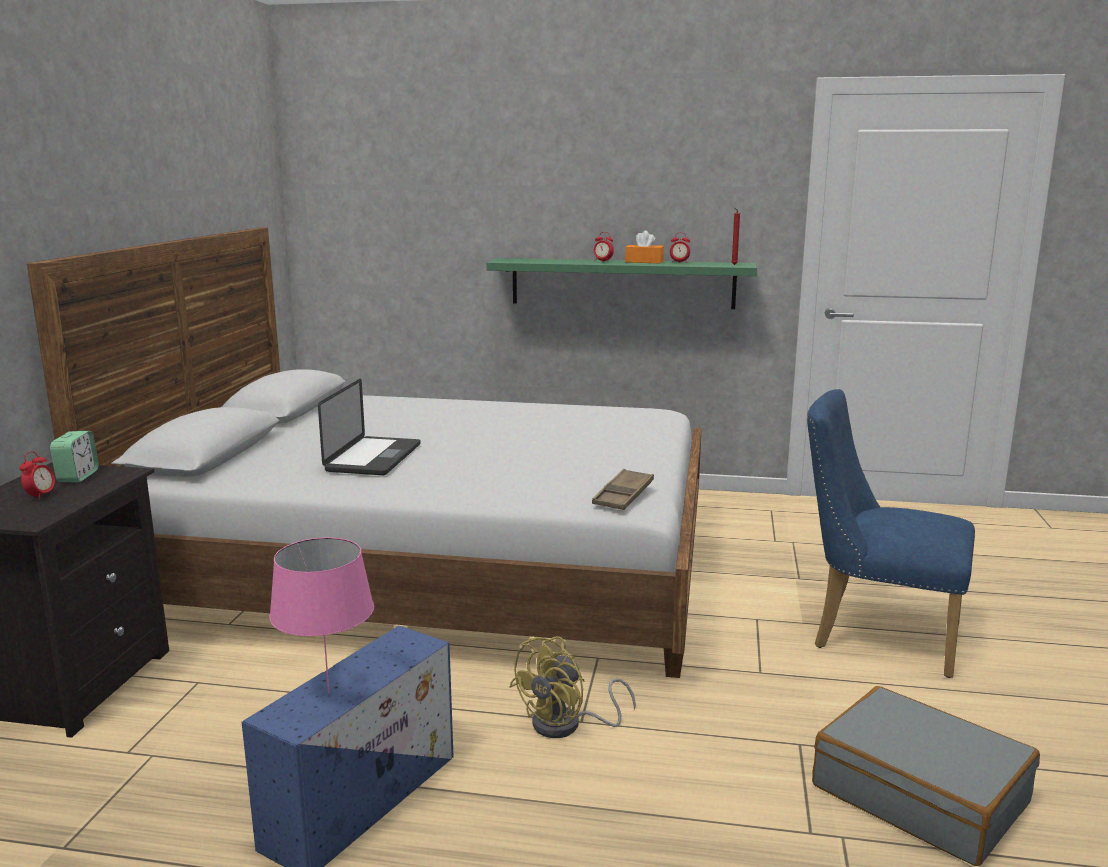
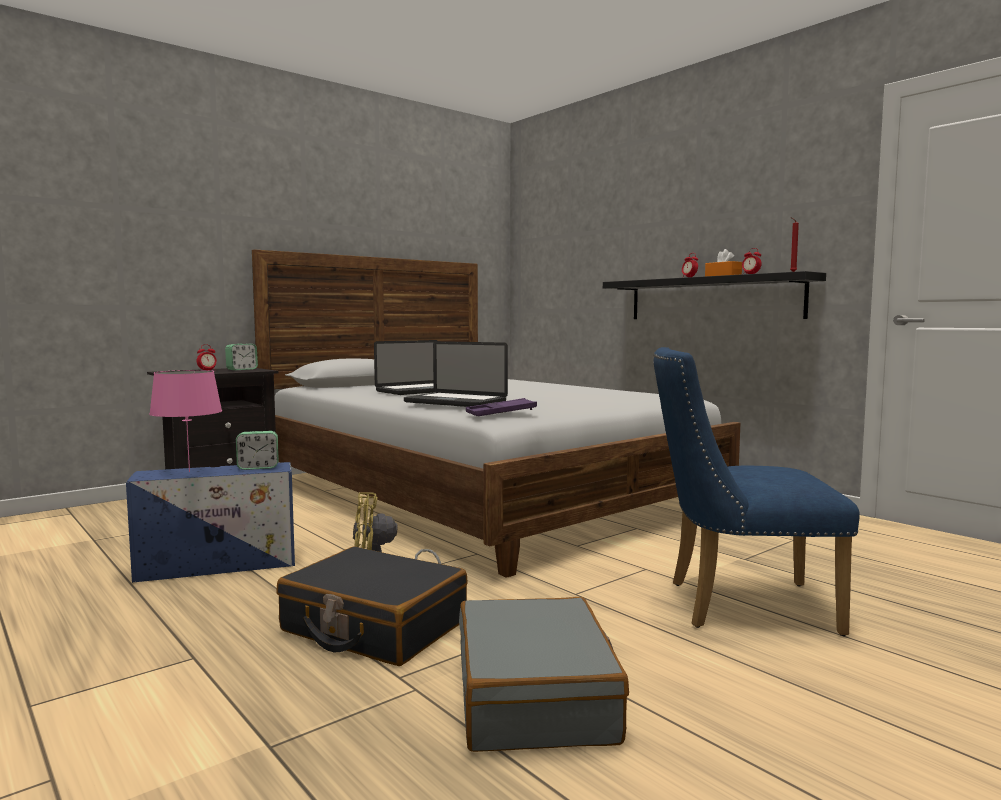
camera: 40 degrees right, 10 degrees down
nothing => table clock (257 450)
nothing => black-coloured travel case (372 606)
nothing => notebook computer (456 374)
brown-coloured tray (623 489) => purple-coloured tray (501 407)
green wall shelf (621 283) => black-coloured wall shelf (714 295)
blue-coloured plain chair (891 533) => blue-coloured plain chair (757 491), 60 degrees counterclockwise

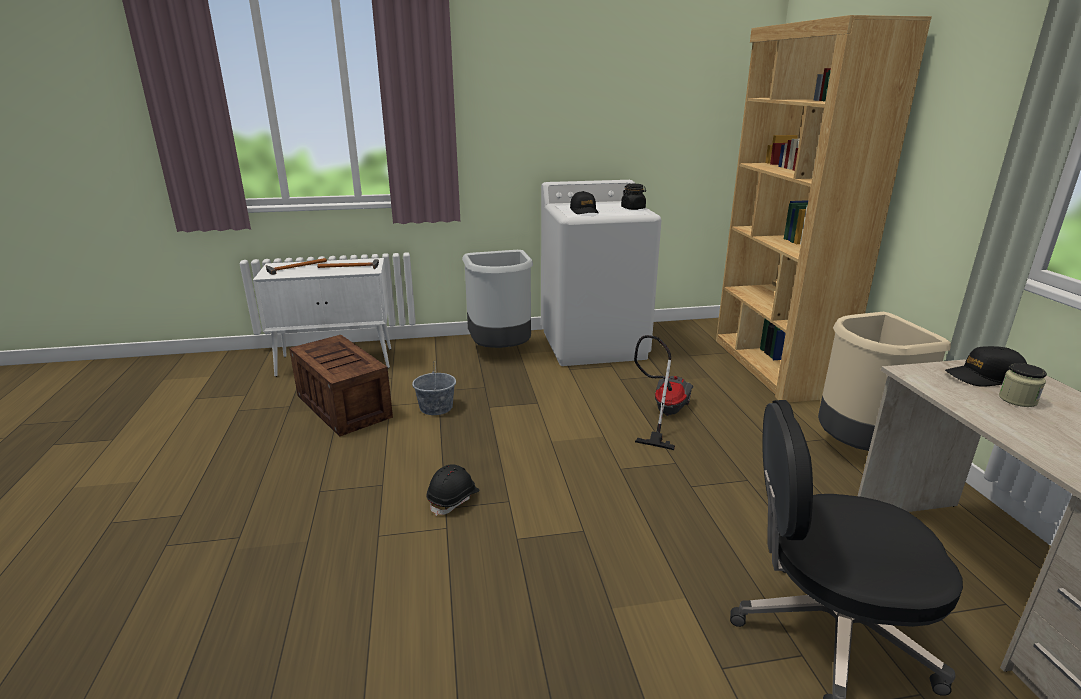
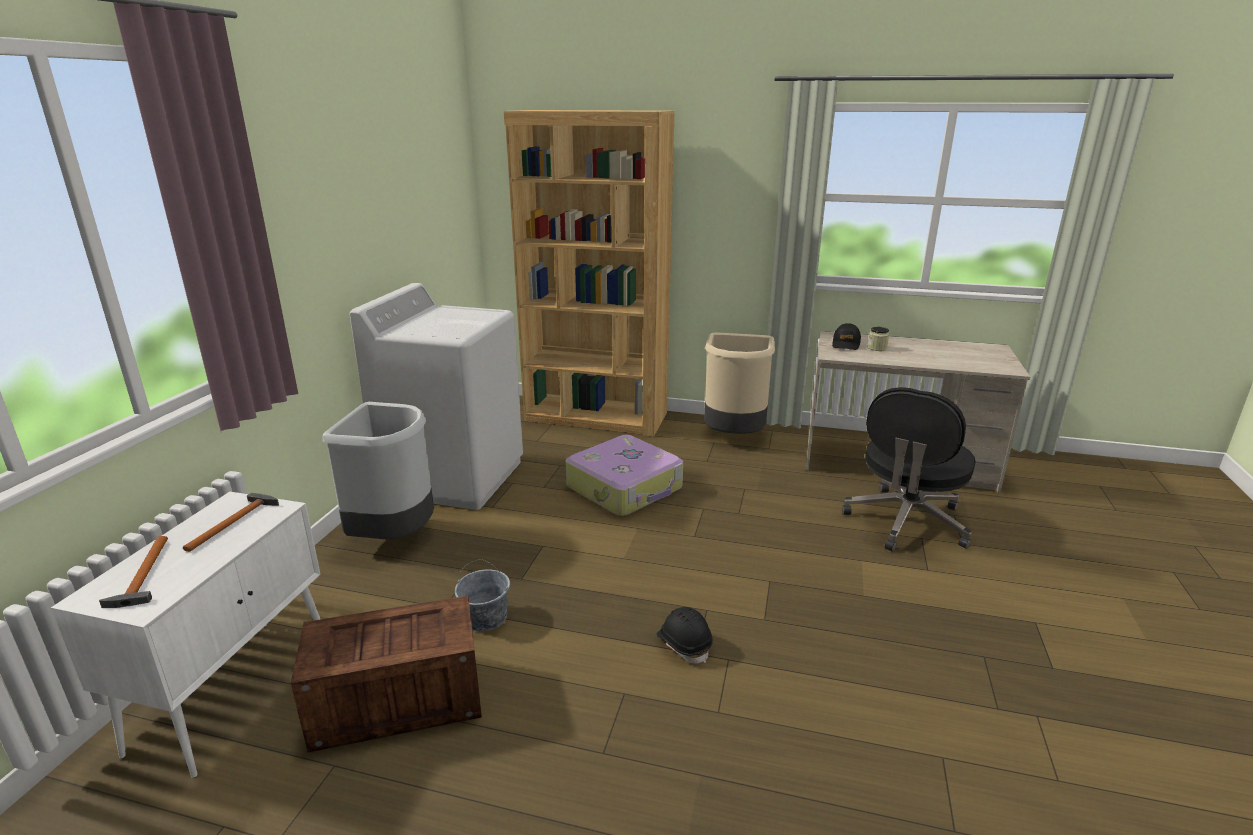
camera: 65 degrees left, 0 degrees up
vacuum cleaner (663 392) => travel case (624 475)
black-coloured cap (584 202) => nothing
black-coloured storage jar (633 197) => nothing

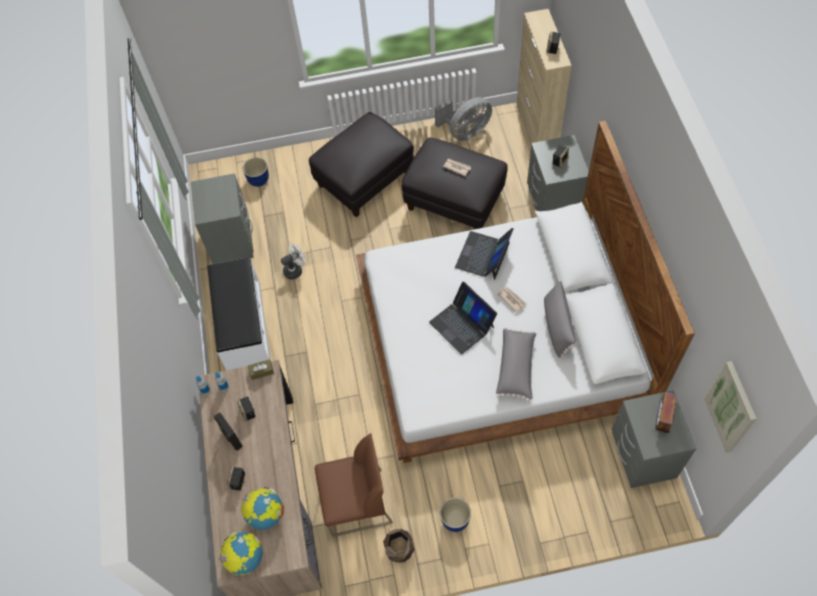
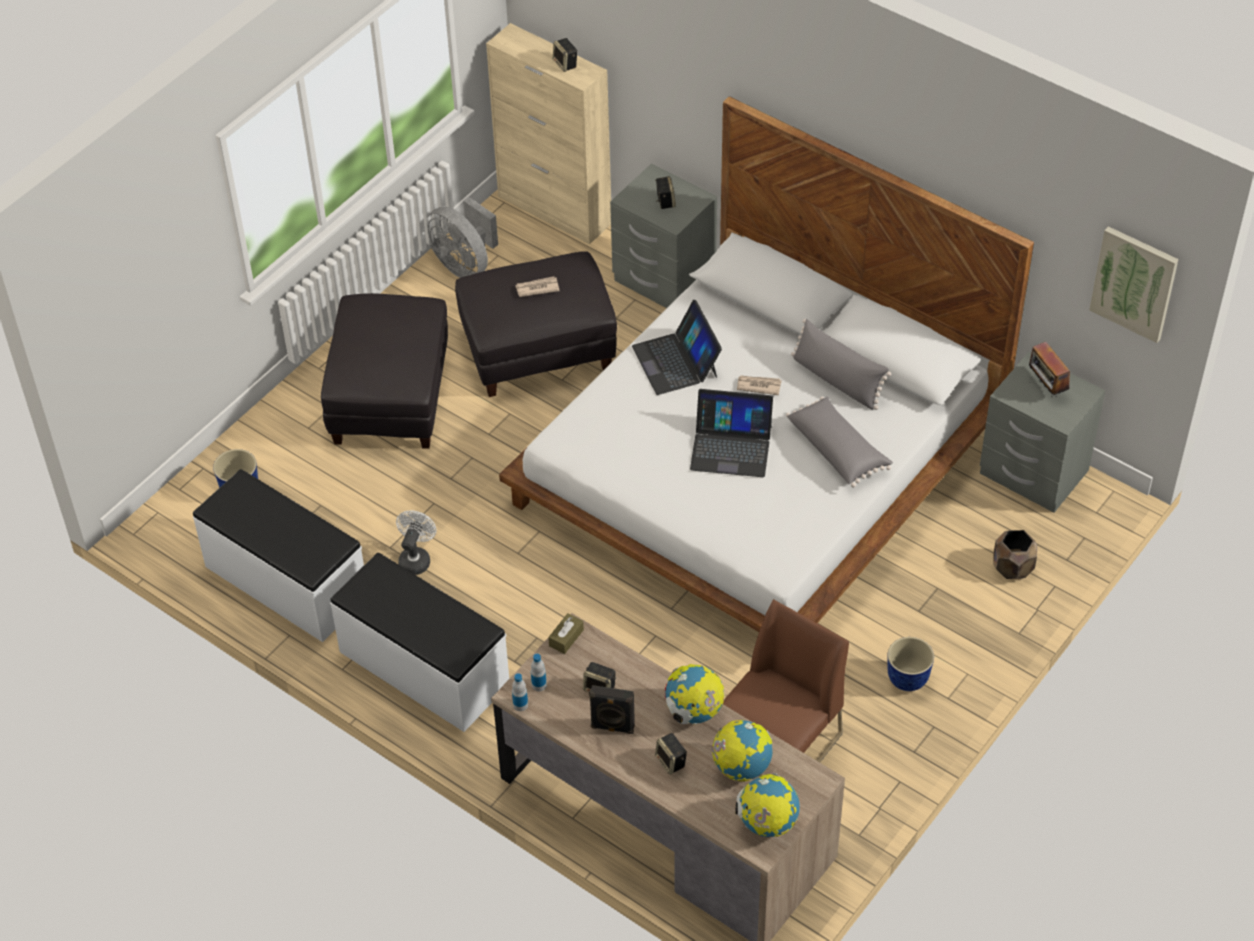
camera: 45 degrees left, 10 degrees down
gray night table (222 218) => white long seat (278 555)
gray cooling fan (463 119) => gray cooling fan (462 237), 120 degrees clockwise
nothing => world globe (694 694)
brown-coloured planter (399 546) => brown-coloured planter (1015 554), move

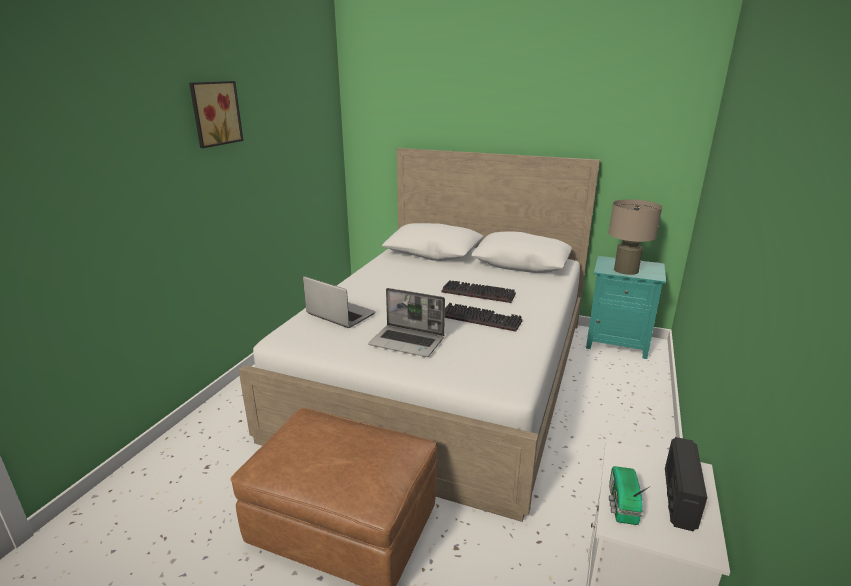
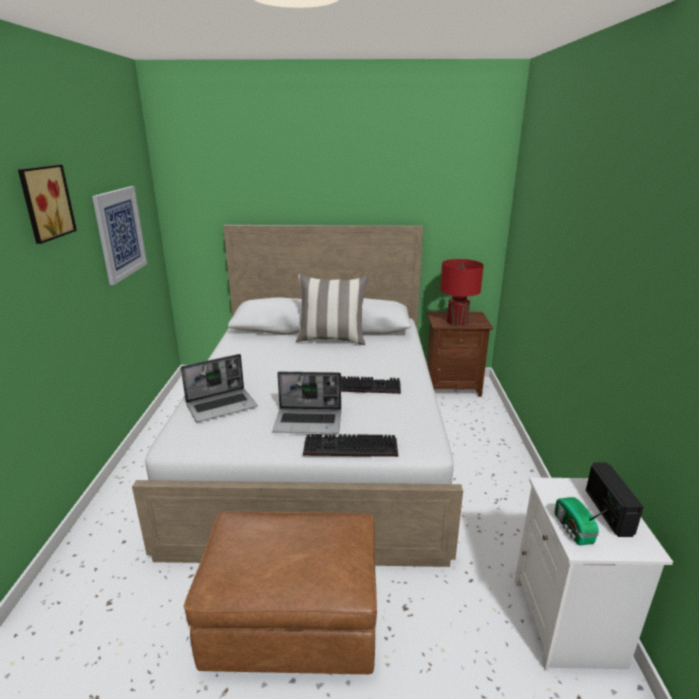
camera: 20 degrees left, 0 degrees up
nothing => wall art (119 235)
notebook computer (339 302) => notebook computer (219 388), 135 degrees clockwise
nothing => throw pillow (332 309)
computer keyboard (479 291) => computer keyboard (350 445), move
blue-green night table (626 307) => brown-coloured night table (460 354)
beige table lamp (635 237) => reddish table lamp (462 292)

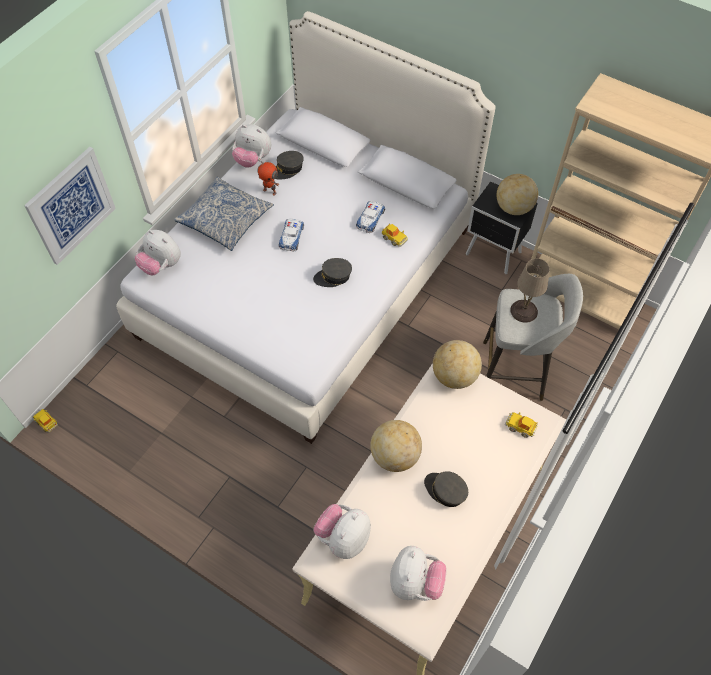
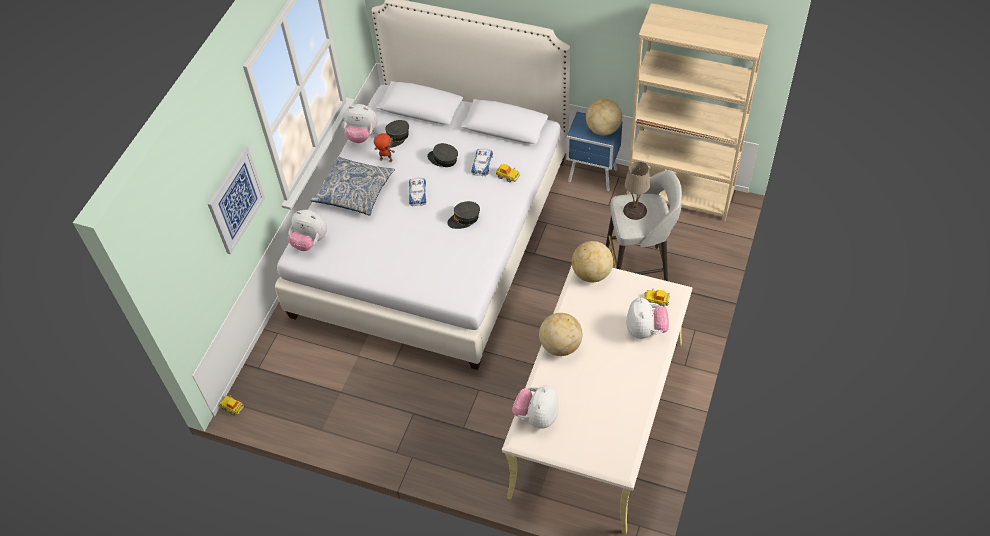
camera: 10 degrees left, 5 degrees down
gray cap (446 489) => gray cap (442 155), move
black-coloured night table (502 227) => blue-coloured night table (594 151)
plush toy (418 573) => plush toy (647 318), move

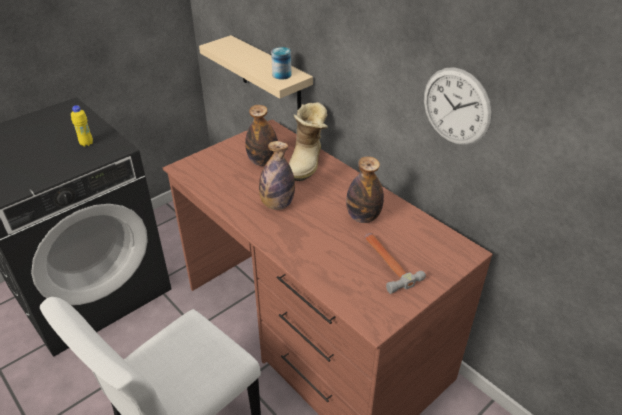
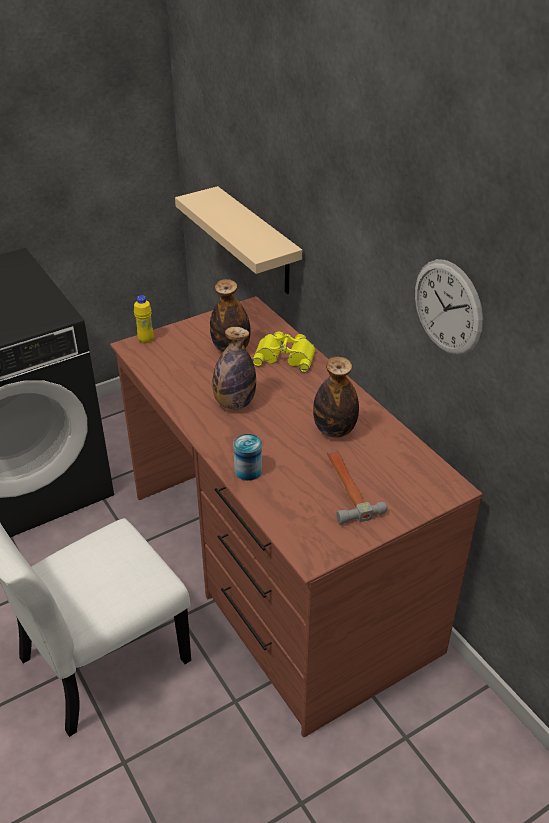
camera: 10 degrees right, 0 degrees up
yellow-coloured bottle (82 126) => yellow-coloured bottle (144 319), move
can (281 63) => can (247 457), move
high-top boot (308 141) => yellow-coloured field glasses (284 351)

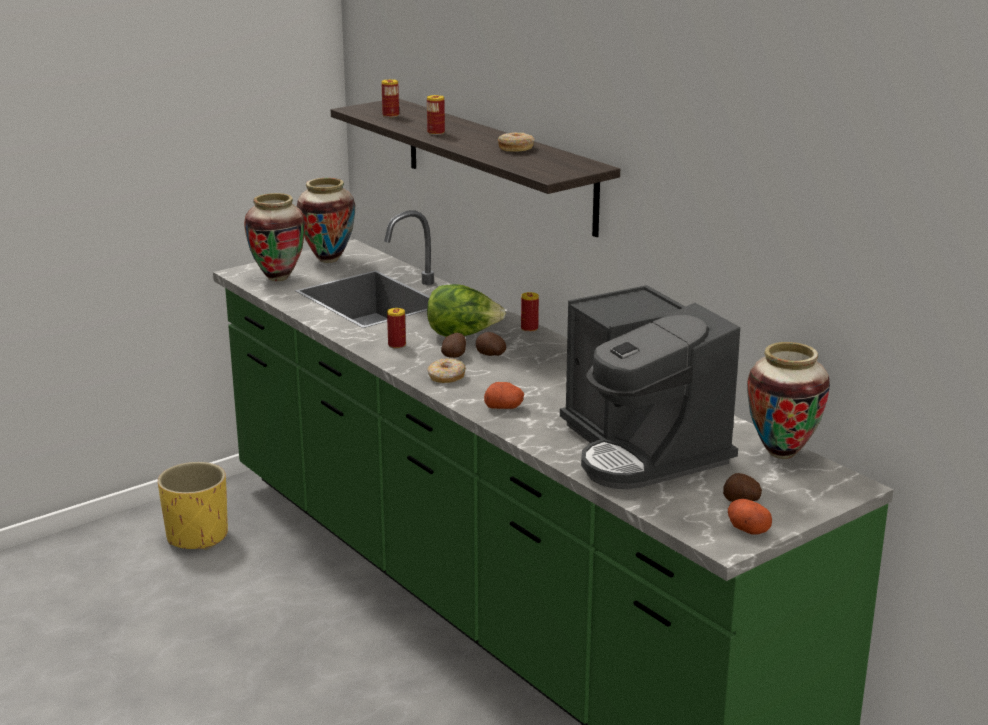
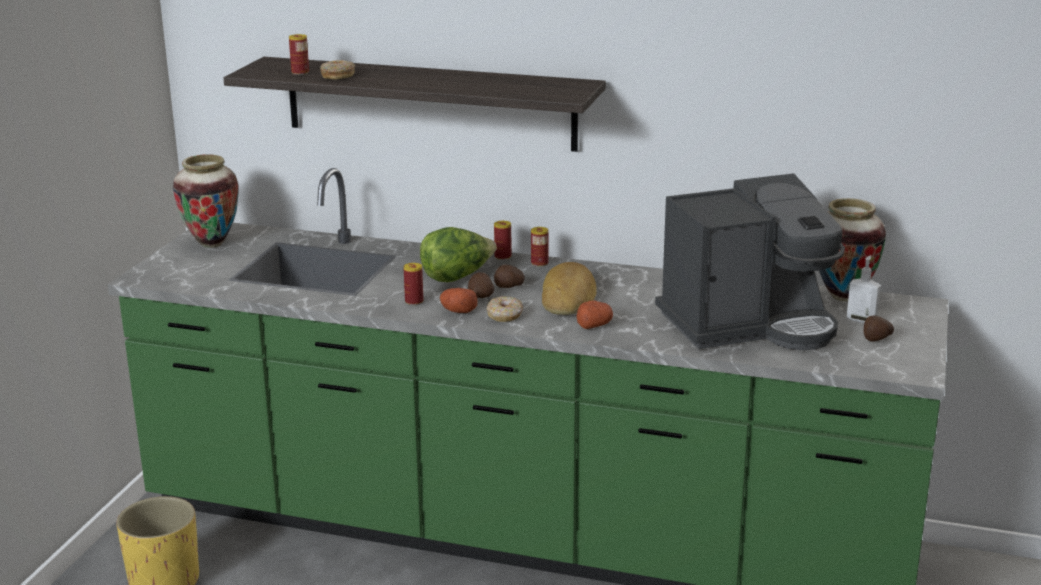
camera: 35 degrees left, 0 degrees up
doughnut (516 142) => doughnut (337 69), move
potato (750 516) => potato (458 300), move
can (436 115) => can (539 247), move
nothing => bakery bread (569 288)
coffee brewer (650 387) => coffee brewer (750 261), 45 degrees counterclockwise
nothing => soap bottle (864 289)
vase (274 237) => nothing

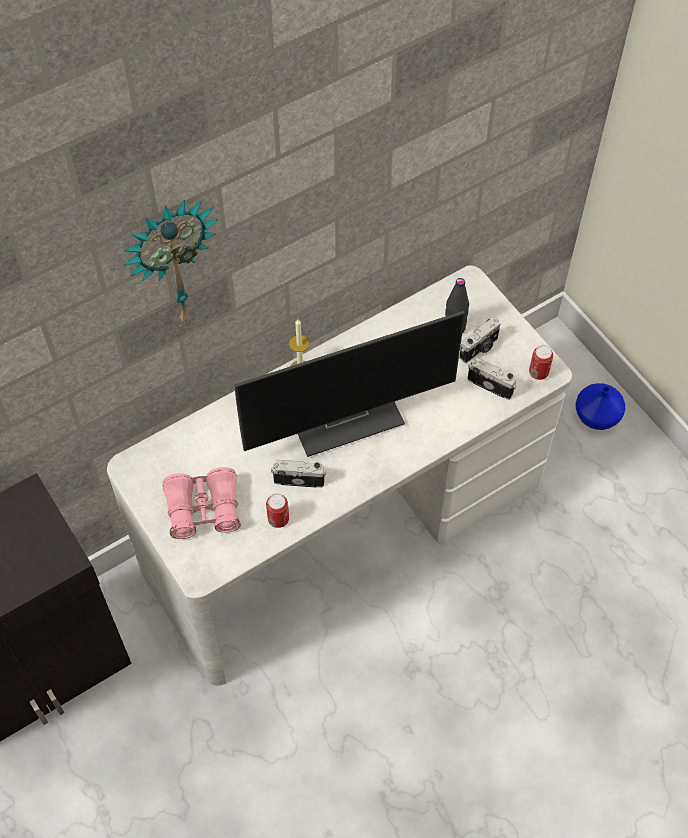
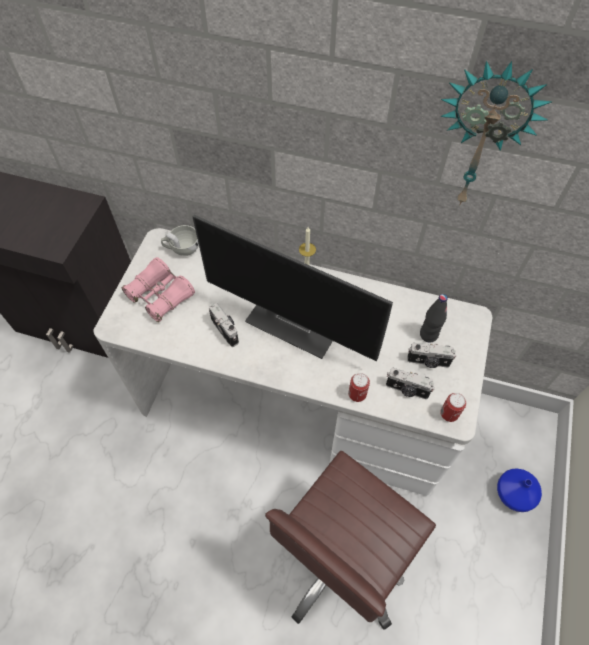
camera: 50 degrees right, 0 degrees up
nothing => white small cup (180 240)
nothing => brown-coloured desk chair (350 540)
can (277 511) => can (359 387), move
still camera (492 379) => still camera (410 383), 120 degrees clockwise
hanging clock (171 262) => hanging clock (496 133), move

